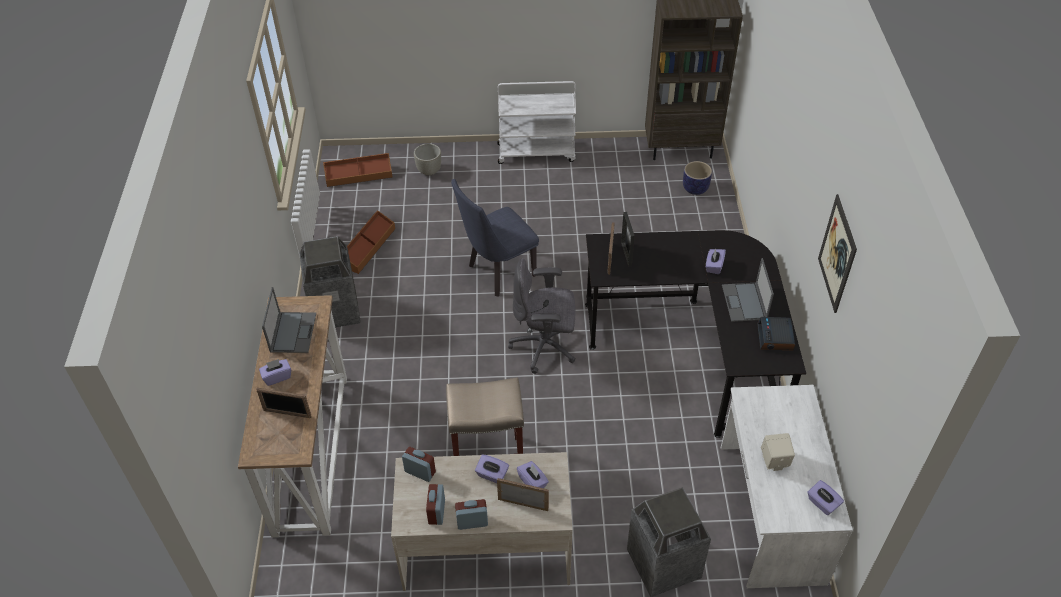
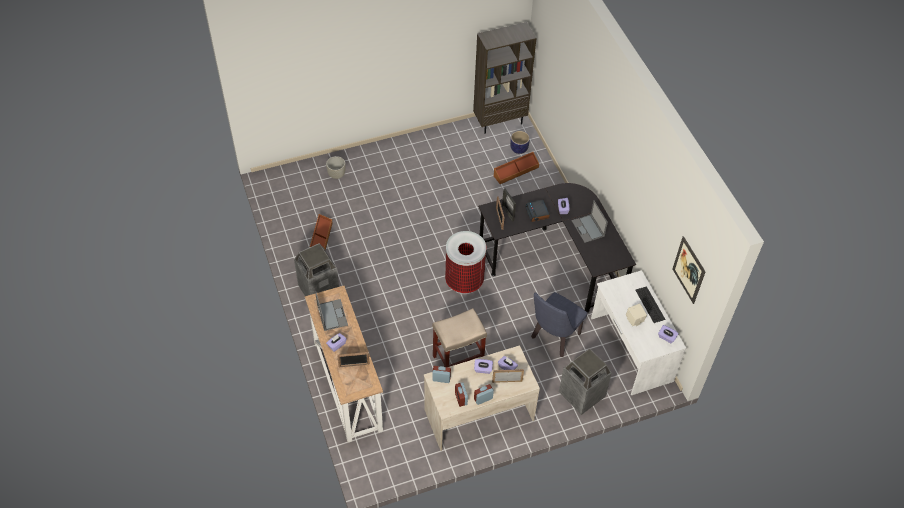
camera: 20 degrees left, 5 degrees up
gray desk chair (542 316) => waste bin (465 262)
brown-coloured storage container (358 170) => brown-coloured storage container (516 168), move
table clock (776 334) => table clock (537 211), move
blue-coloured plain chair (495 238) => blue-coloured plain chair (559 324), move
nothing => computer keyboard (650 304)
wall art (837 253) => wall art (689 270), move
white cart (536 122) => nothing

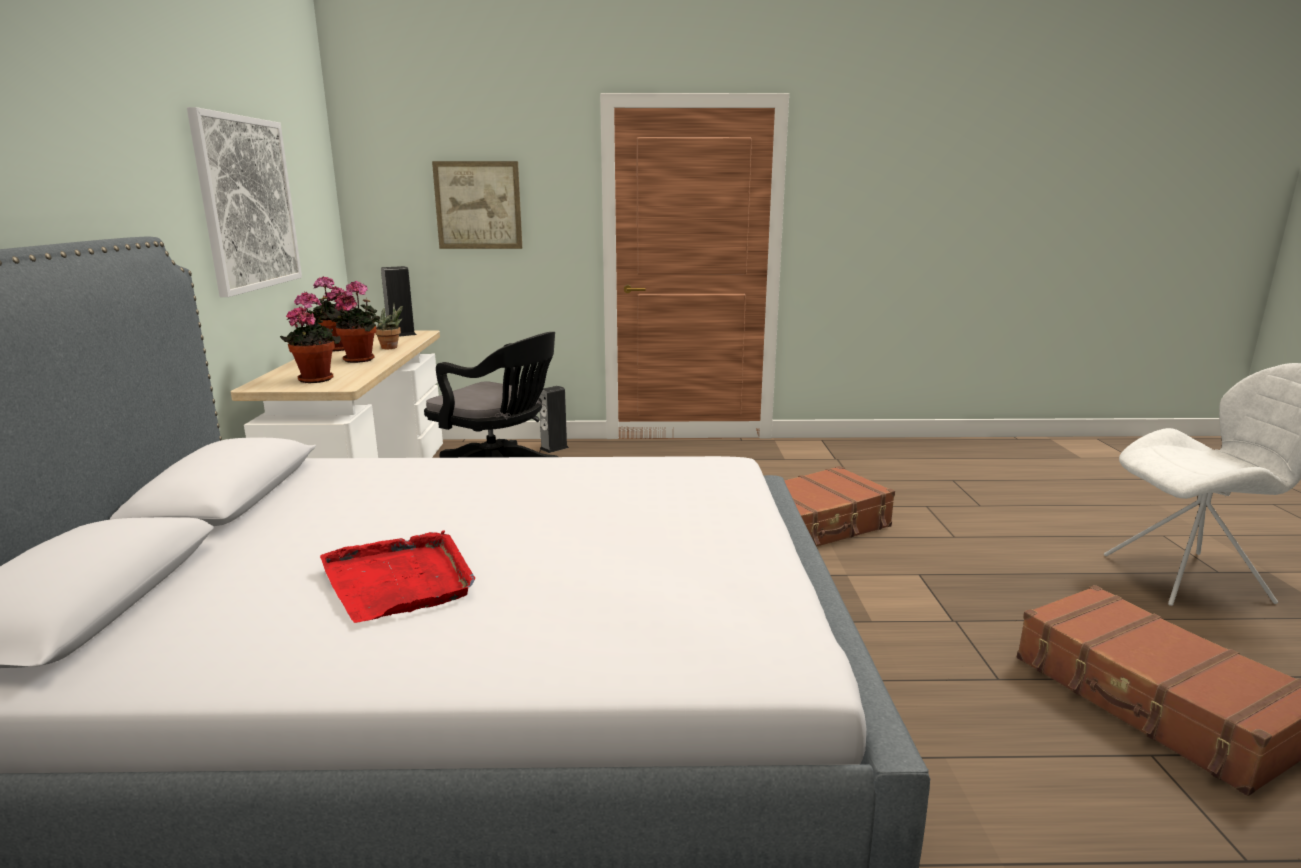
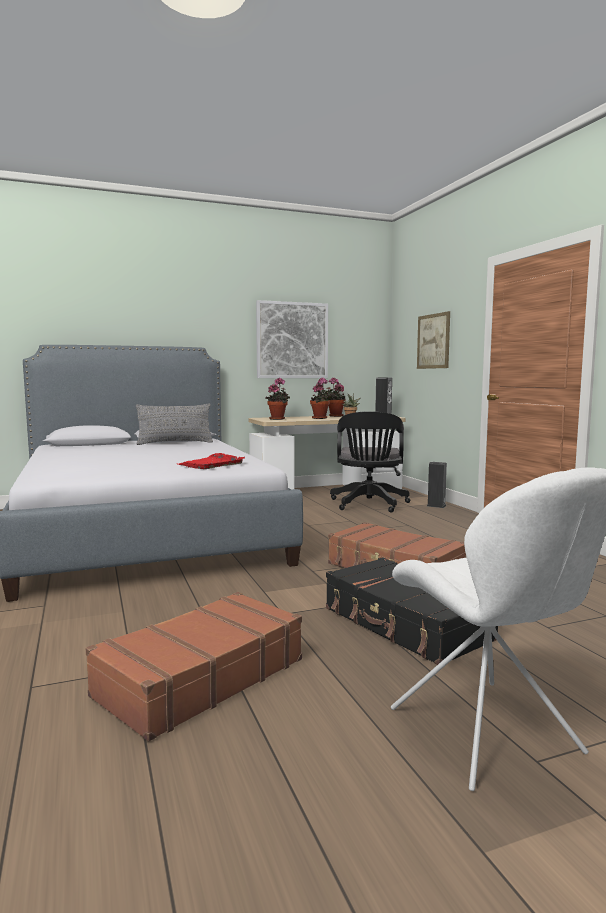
camera: 70 degrees right, 10 degrees down
nothing => gray throw pillow (174 424)
reddish tray (397 577) => reddish tray (211 461), move
nothing => black-coloured travel case (412 611)

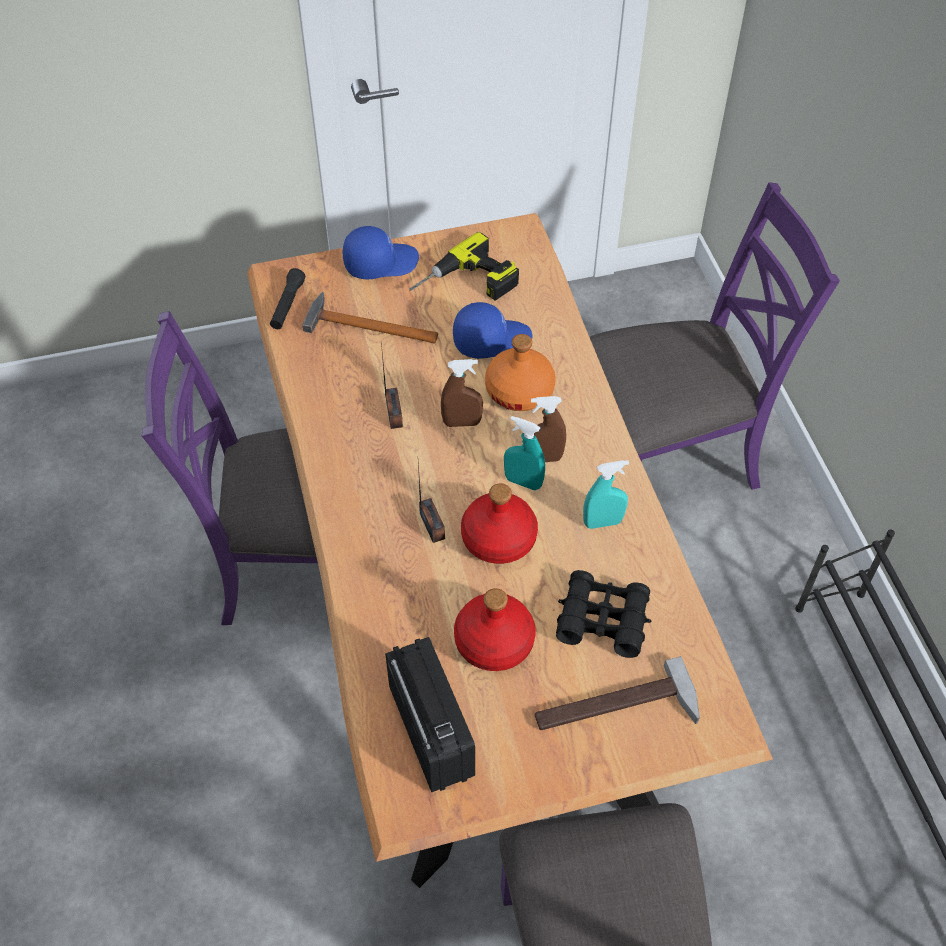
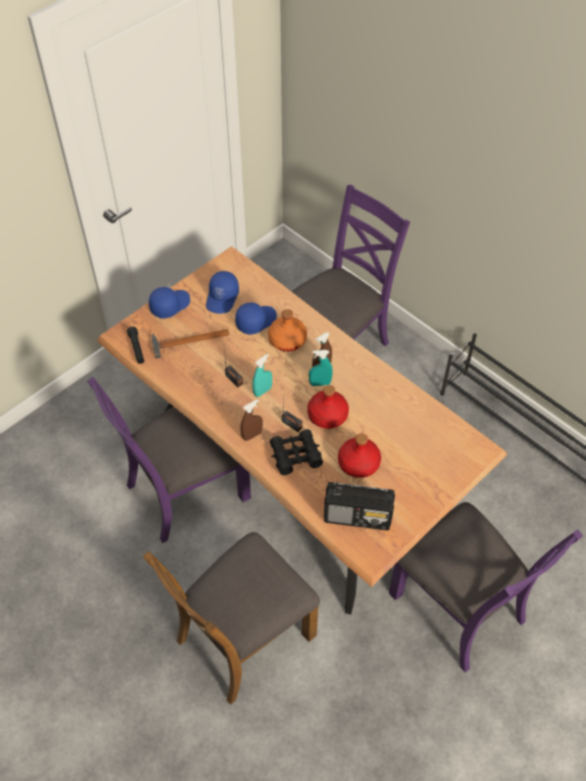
camera: 30 degrees left, 0 degrees up
nothing => brown-coloured plain chair (231 618)
electric drill (464 266) => blue-coloured cap (222 292)
brown-coloured spray bottle (462 393) => brown-coloured spray bottle (252 420), move
blue-green spray bottle (606 494) => blue-green spray bottle (262 375), move
black-coloured field glasses (604 614) => black-coloured field glasses (296 452), move
radio set (430 714) => radio set (359 506), 150 degrees clockwise
hand hammer (617 693) => nothing

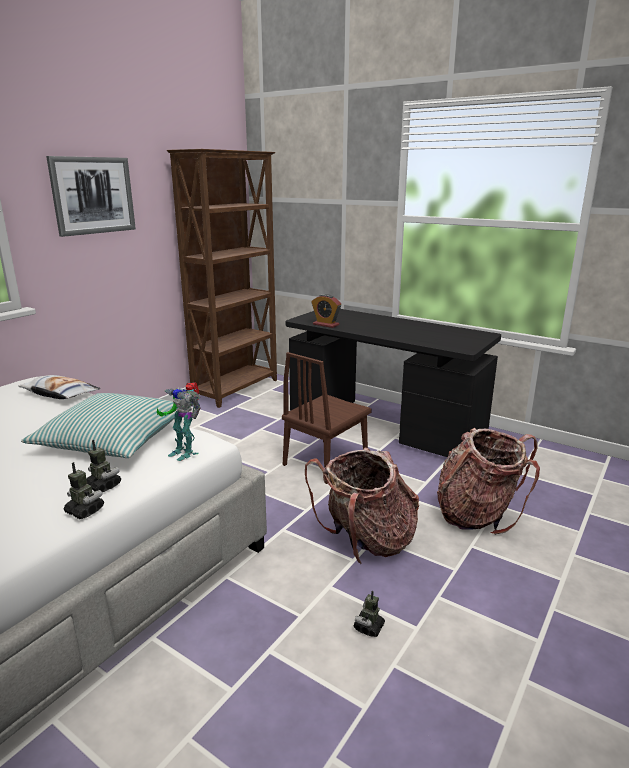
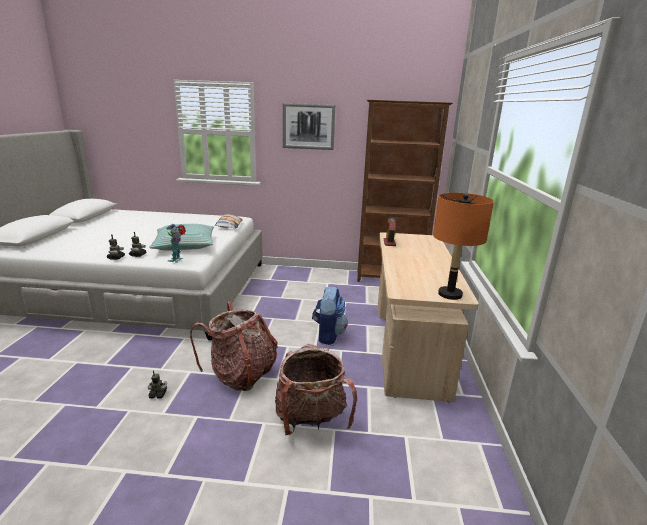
camera: 60 degrees right, 0 degrees up
brown-coloured plain chair (327 418) => knapsack (330 315)
black-coloured desk unit (393 383) => beige desk unit (428 317)
nothing => orangey table lamp (463 246)

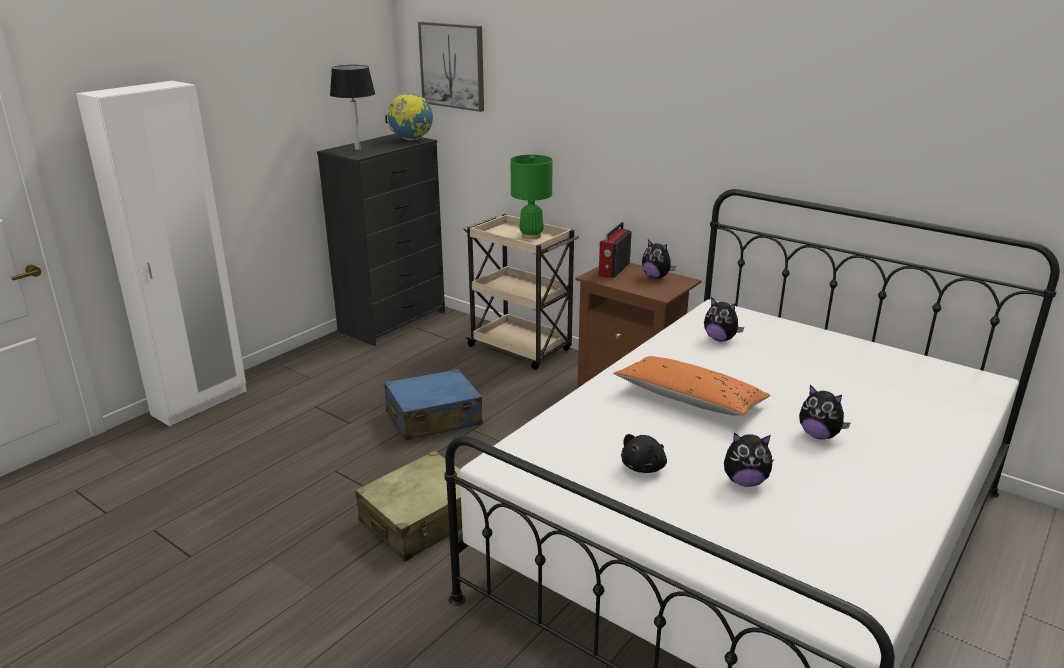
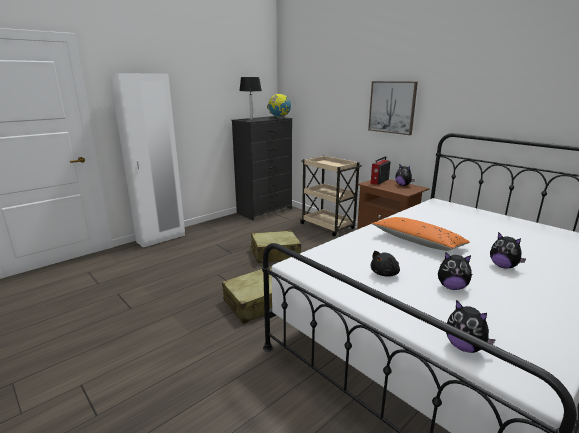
camera: 10 degrees right, 5 degrees down
blue-coloured travel case (433 405) => beige travel case (275 246)
wall art (451 67) => wall art (393 108), move
plush toy (724 319) => plush toy (471 326), move
green table lamp (531 197) => nothing

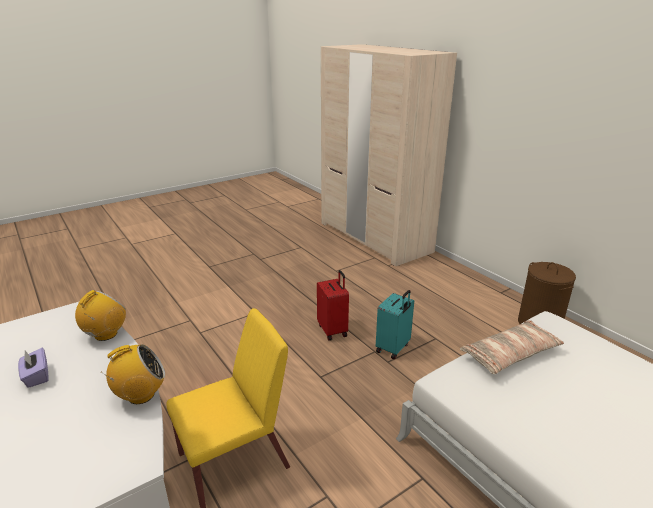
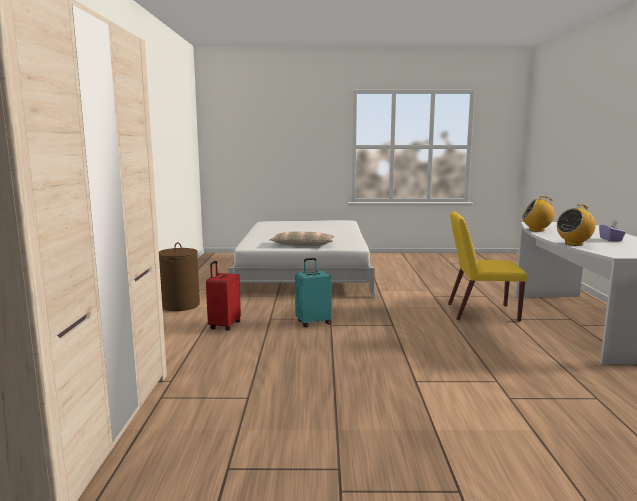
camera: 145 degrees left, 15 degrees down
reddish travel case (333 305) => reddish travel case (223 296), move

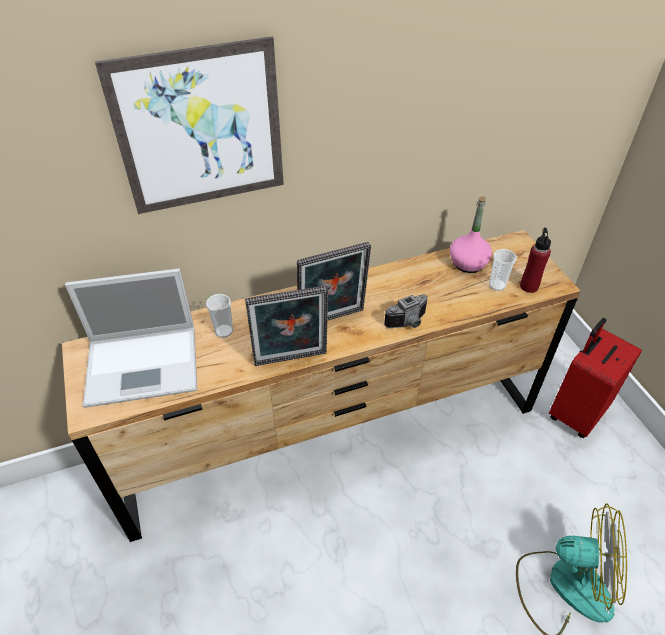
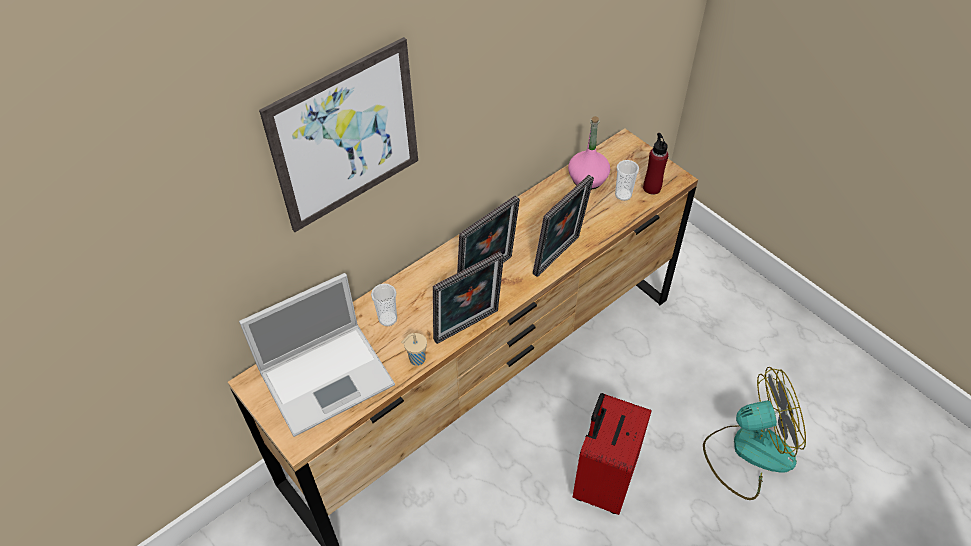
camera: 20 degrees left, 5 degrees up
nothing => beige small cup (414 349)
still camera (406 311) => photo frame (563 226)
reddish travel case (595 378) => reddish travel case (612 454), move

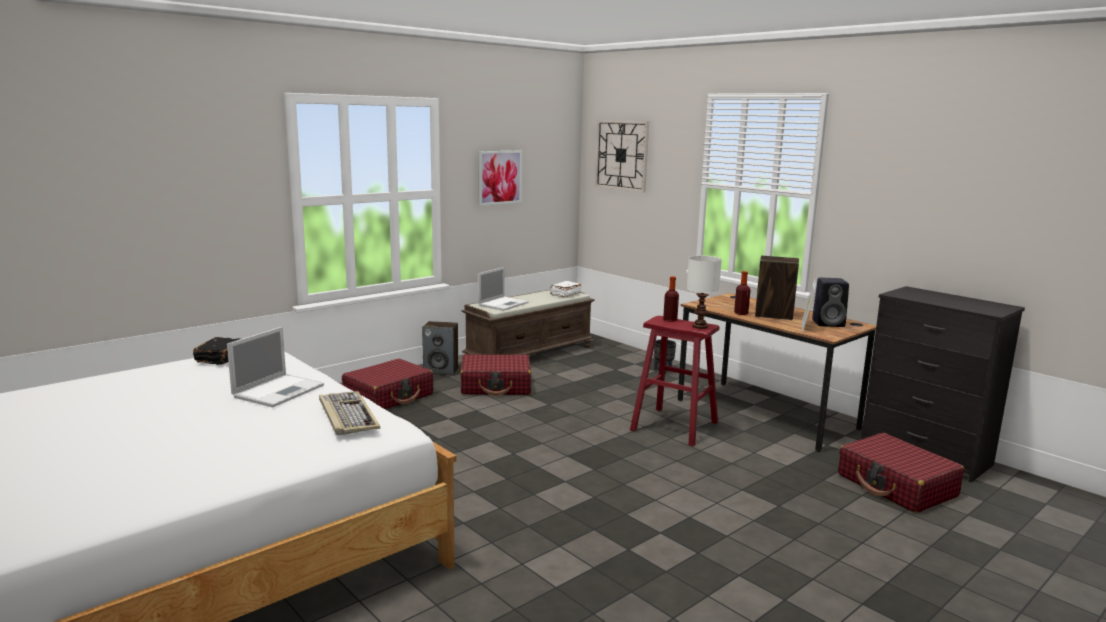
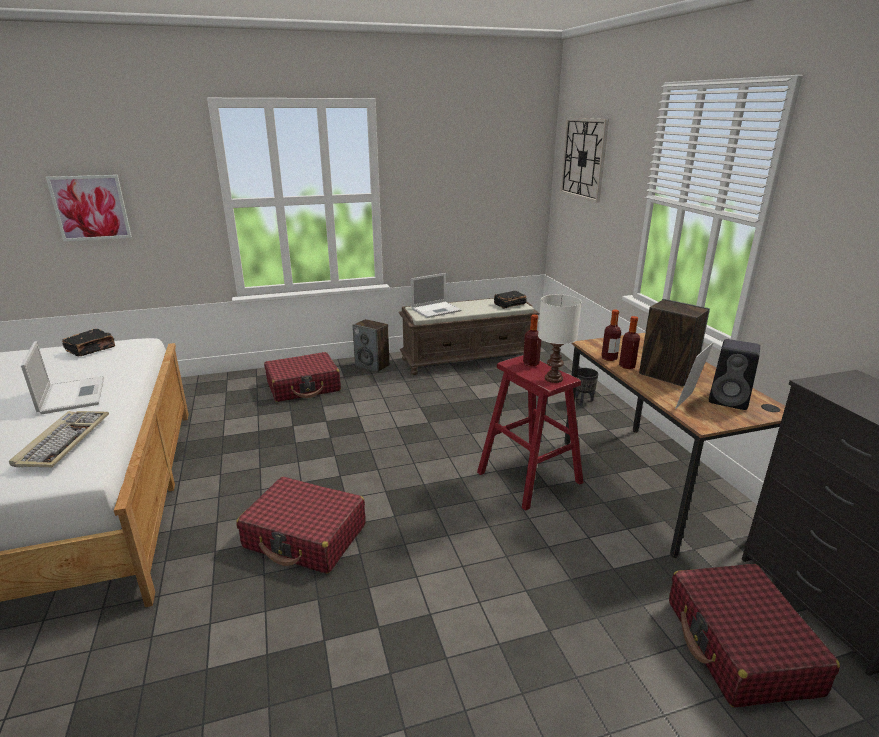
camera: 25 degrees right, 10 degrees up
notebook computer (275 367) => notebook computer (62 377), 75 degrees counterclockwise
wall art (500 178) => wall art (89 208), move
reddish travel case (495 375) => reddish travel case (301 525), move
white volume (566 289) => black-coloured volume (510 300)
nothing => bottle (611 335)

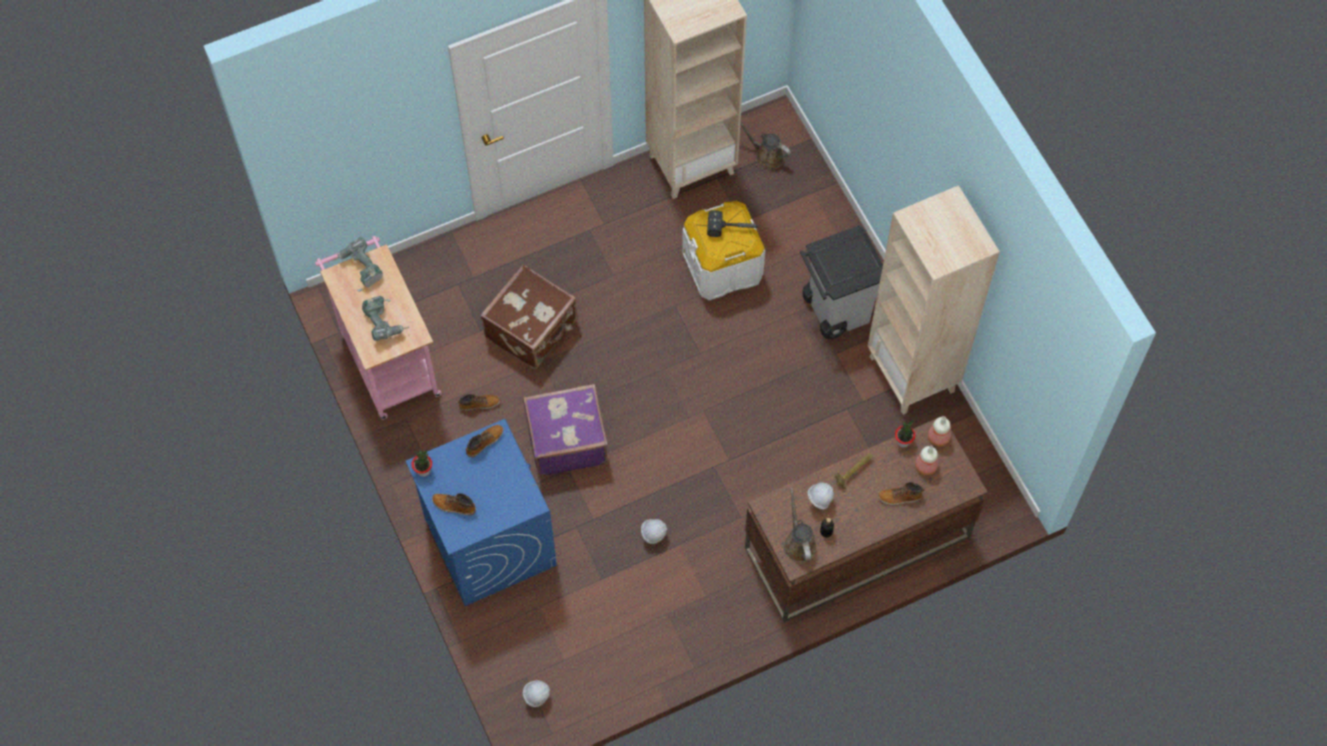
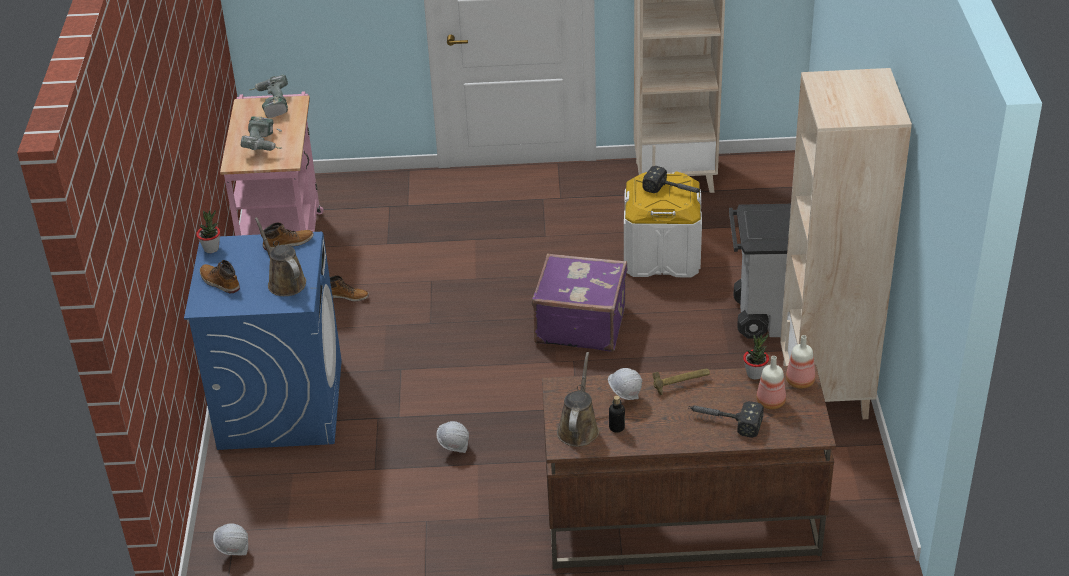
camera: 25 degrees right, 25 degrees down
brown-coloured sprinkling can (765 146) => brown-coloured sprinkling can (280 256), move
purple-coloured travel case (565 430) => purple-coloured travel case (580 302), move
high-top boot (901 493) => hand hammer (726 419)
brown-coloured travel case (528 316) => nothing

